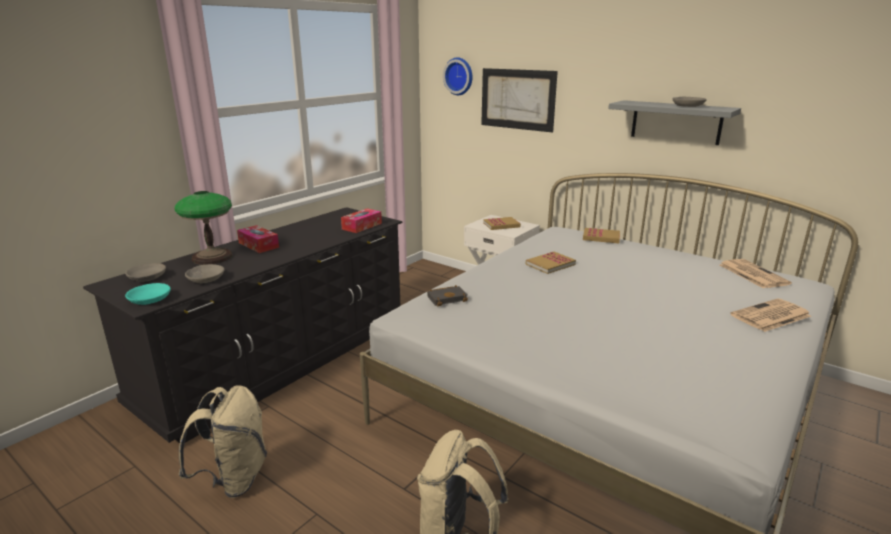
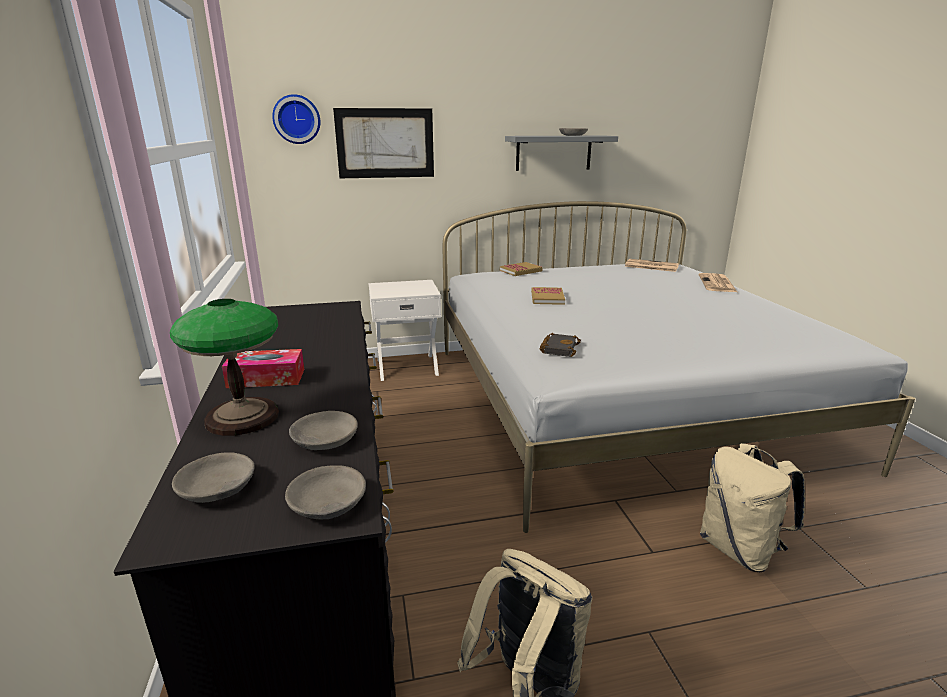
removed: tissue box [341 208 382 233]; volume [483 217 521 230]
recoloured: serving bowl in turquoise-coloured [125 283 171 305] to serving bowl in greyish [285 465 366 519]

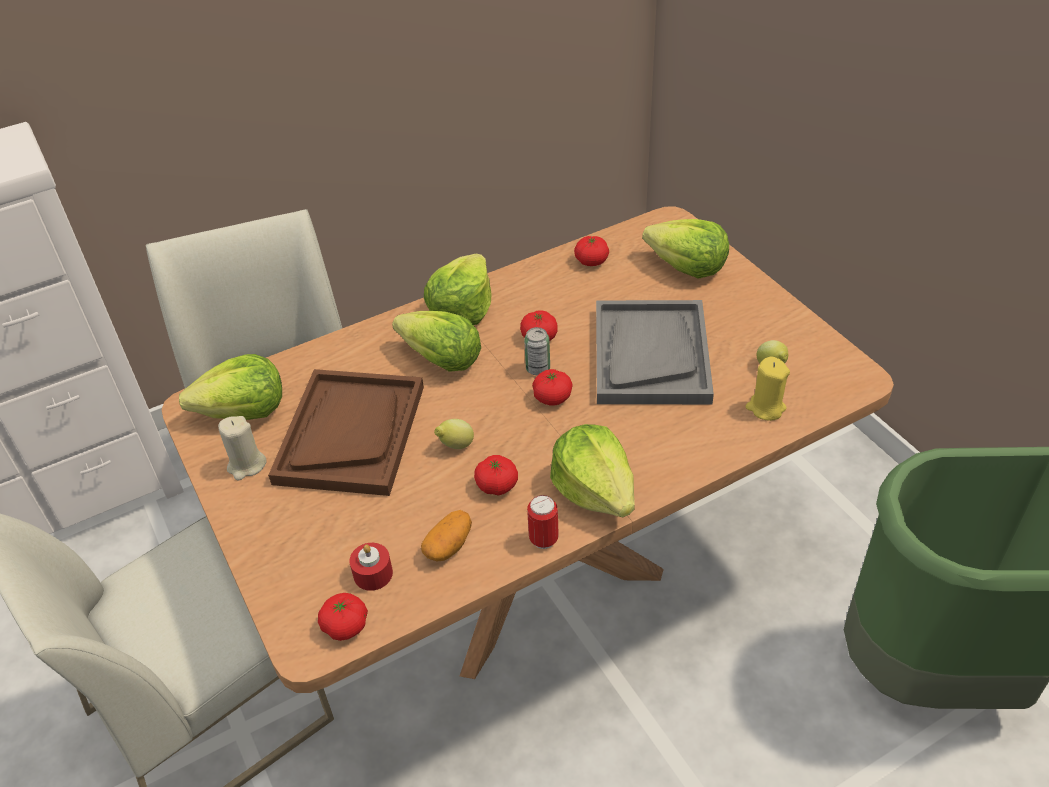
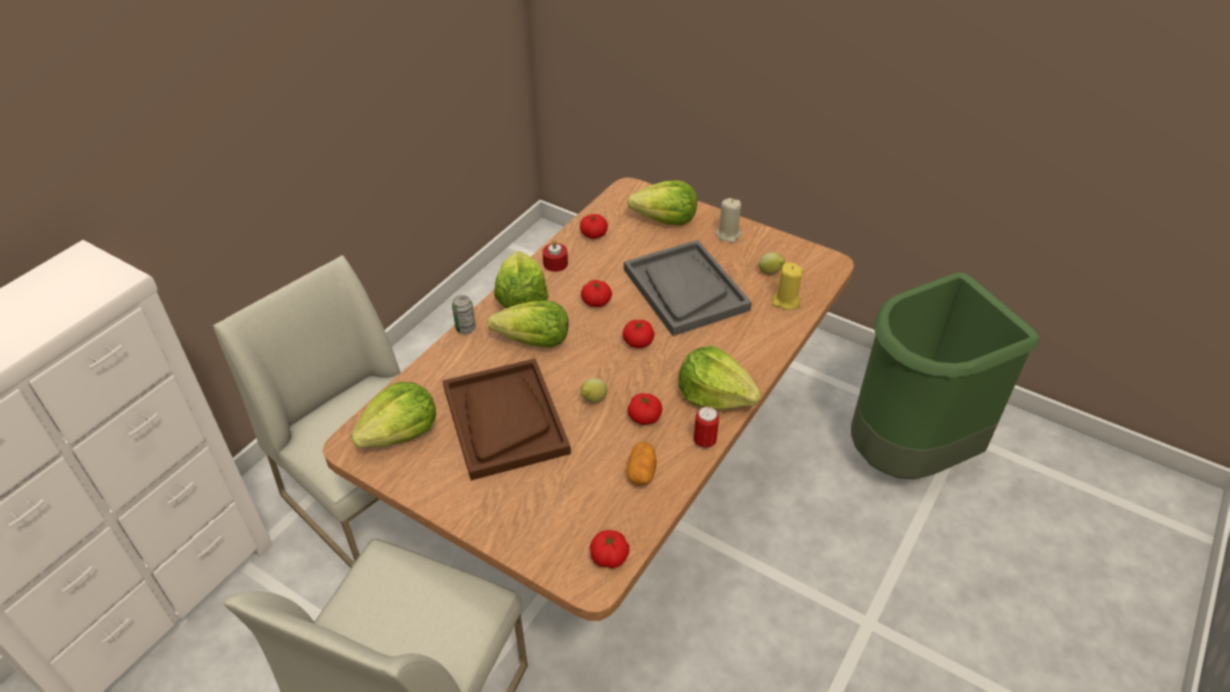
moved: can [524 327 550 375] to [452 295 476 334]; wax light in sand-coloured [218 416 266 480] to [716 198 741 243]; wax light in red [349 543 393 591] to [543 240 568 272]

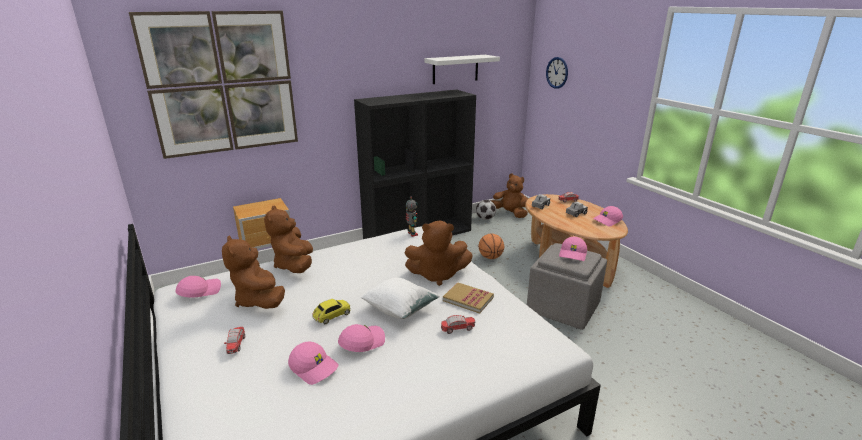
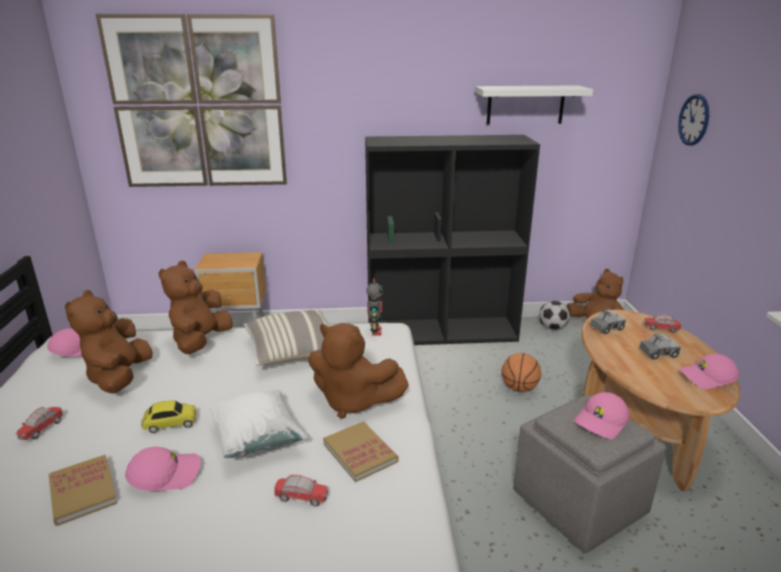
added: pillow [243 310 330 365]
replaced: cap in pinkish [288 342 339 385] to volume [49 455 117 526]

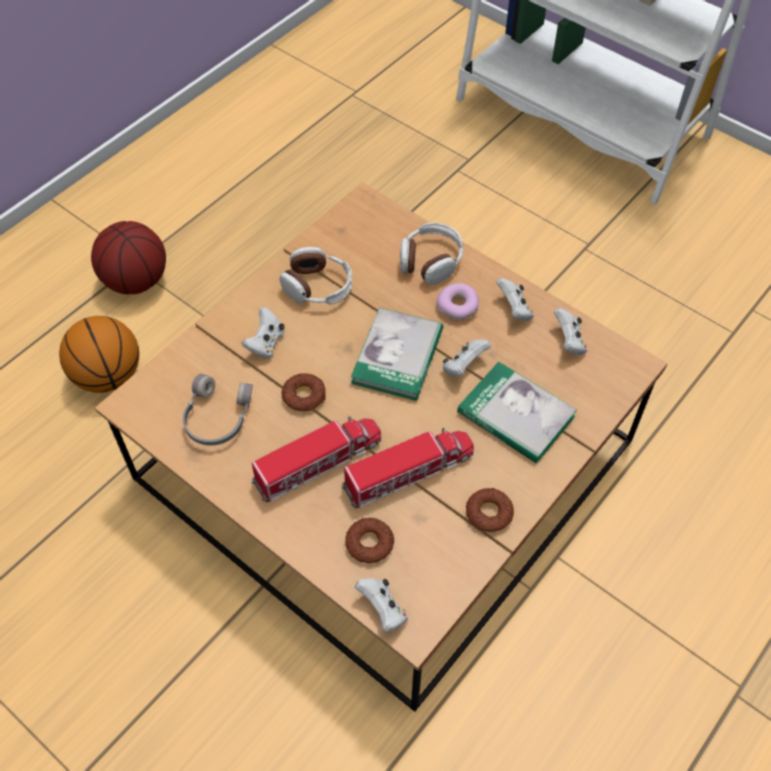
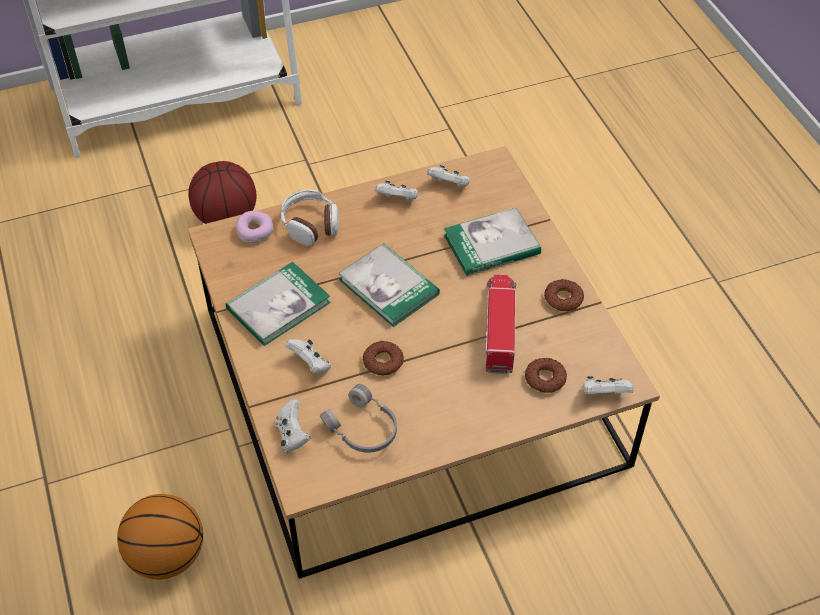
removed: toy lorry [252 416 381 503]
moved: basketball ball [91 221 166 294] to [188 161 256 224]; donut [436 283 479 321] to [235 211 273 243]; joypad in white-coloured [443 340 491 376] to [274 399 311 452]
replaced: pair of headphones [279 247 352 304] to volume [226 262 331 346]

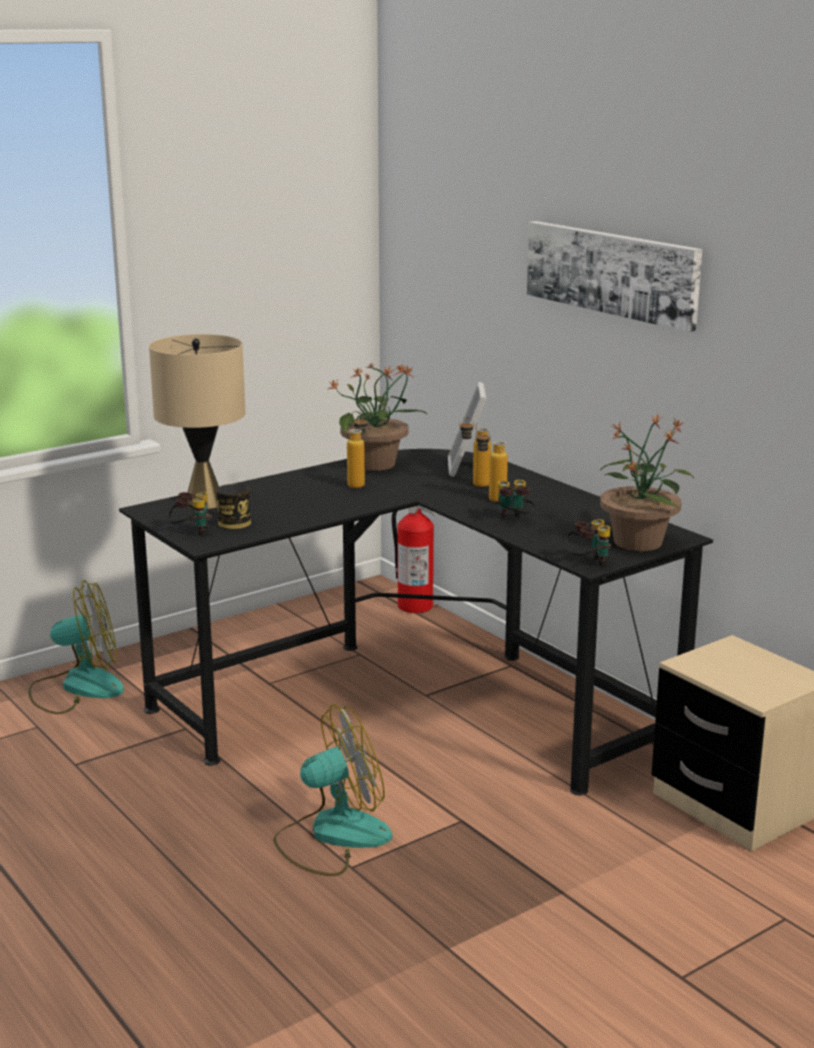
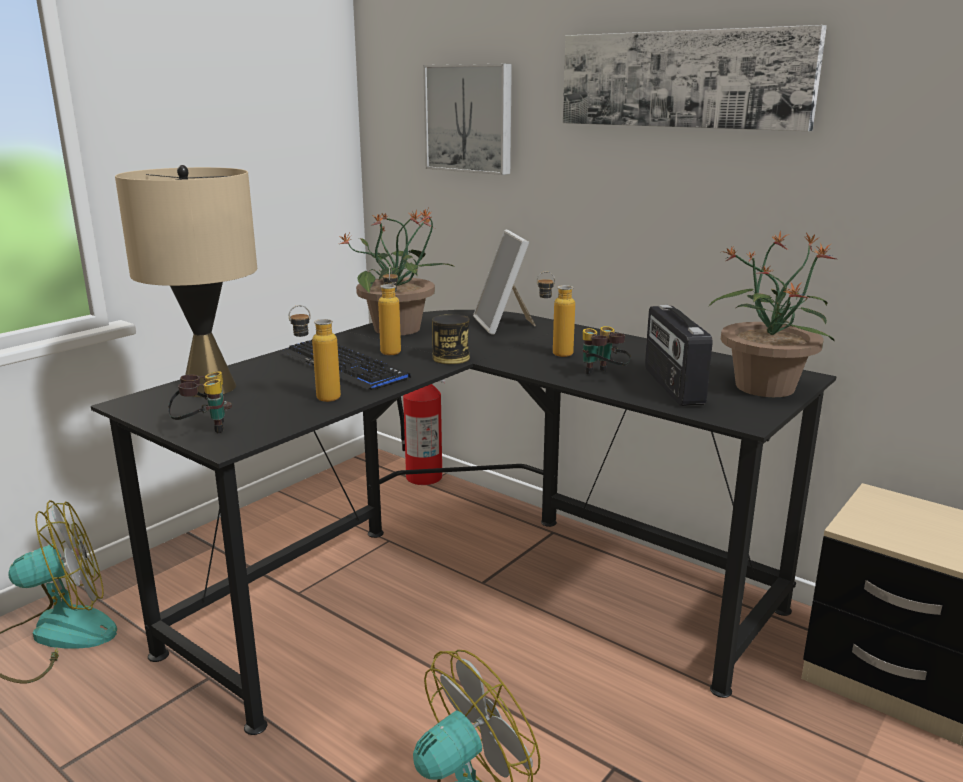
removed: binoculars [566 519 611 567]
added: wall picture [423 64 512 175]; radio receiver [645 305 712 406]; PC keyboard [281 340 411 390]
moved: beverage bottle [459 417 491 487] to [289 305 341 402]; can [216 484 251 530] to [432 314 470 365]

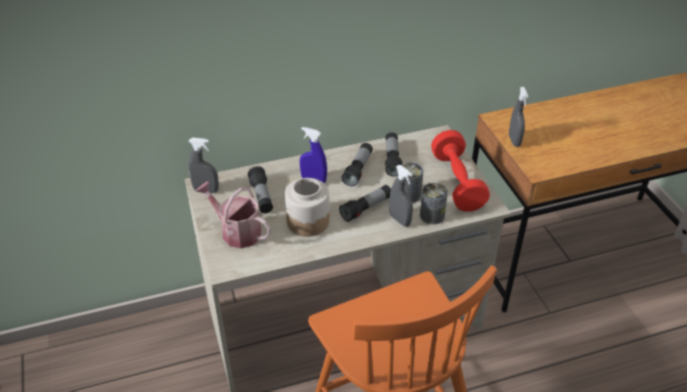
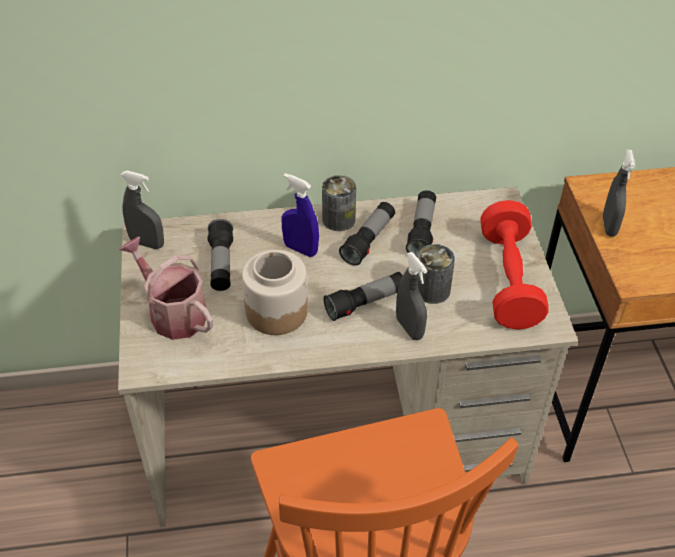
moved: can [420 182 448 224] to [322 175 356 231]

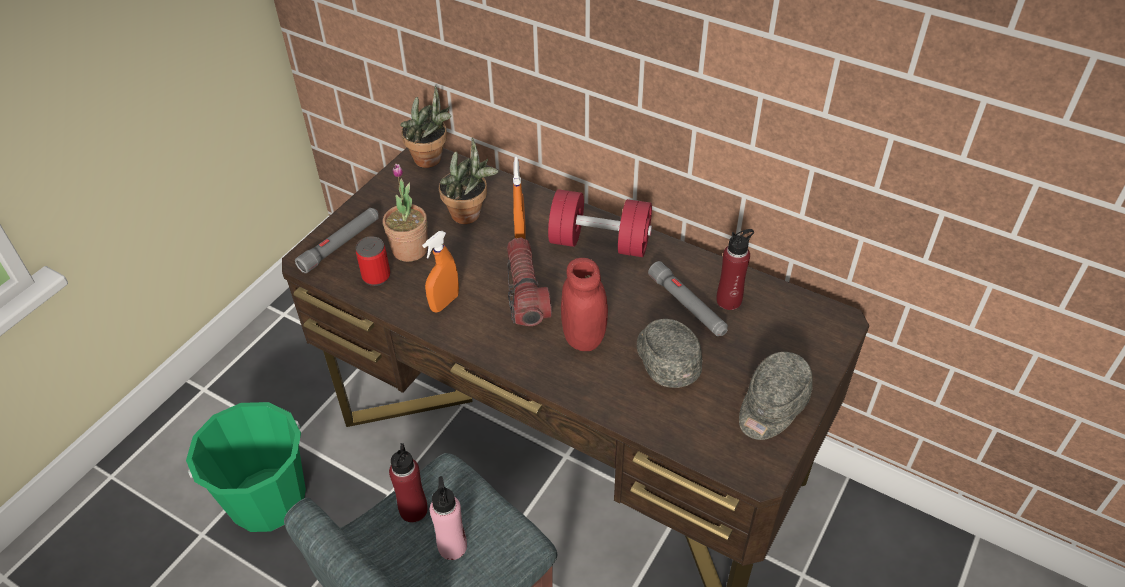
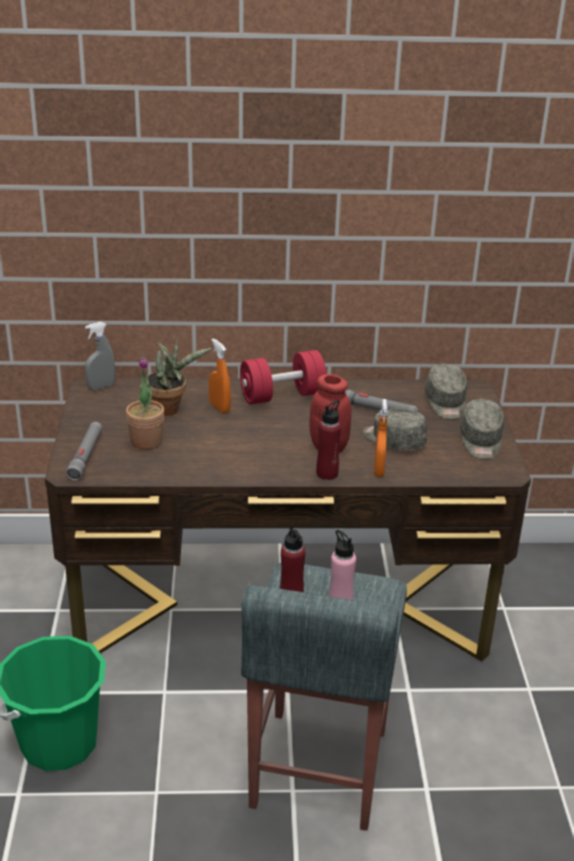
removed: can [356 236 390 286]; torch [507 238 552 326]
added: cap in greyish [425 363 467 419]
moved: beverage bottle in red [716 229 754 310] to [316 400 341 480]; spray bottle in orangey [422 231 459 313] to [374 399 387 477]
replaced: potted plant [401 86 451 168] to spray bottle in greyish [85 322 115 390]

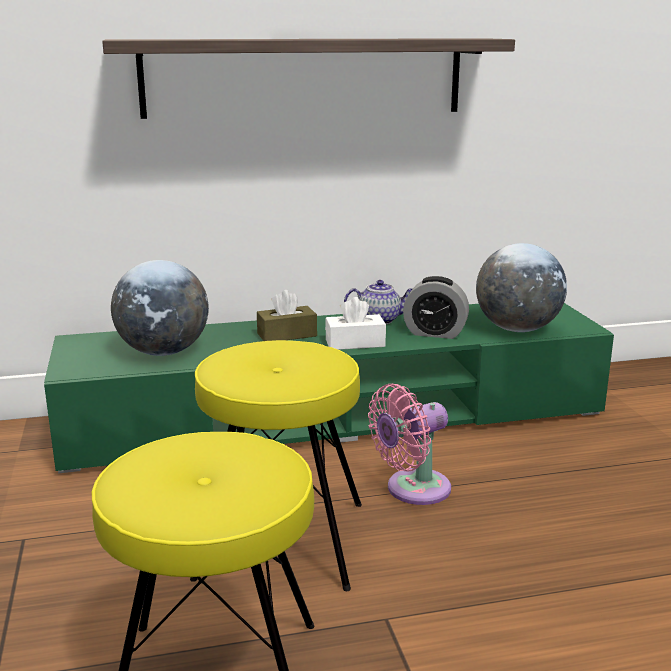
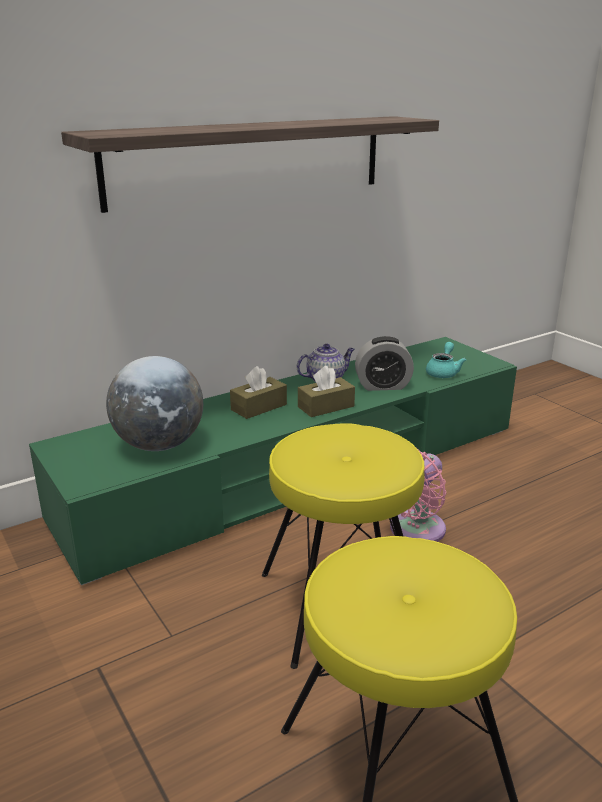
replaced: world globe [476 243 567 332] to tea pot in turquoise-coloured [426 342 466 378]
recoloured: tissue box in white-coloured [325 297 386 350] to tissue box in brownish [298 366 355 417]

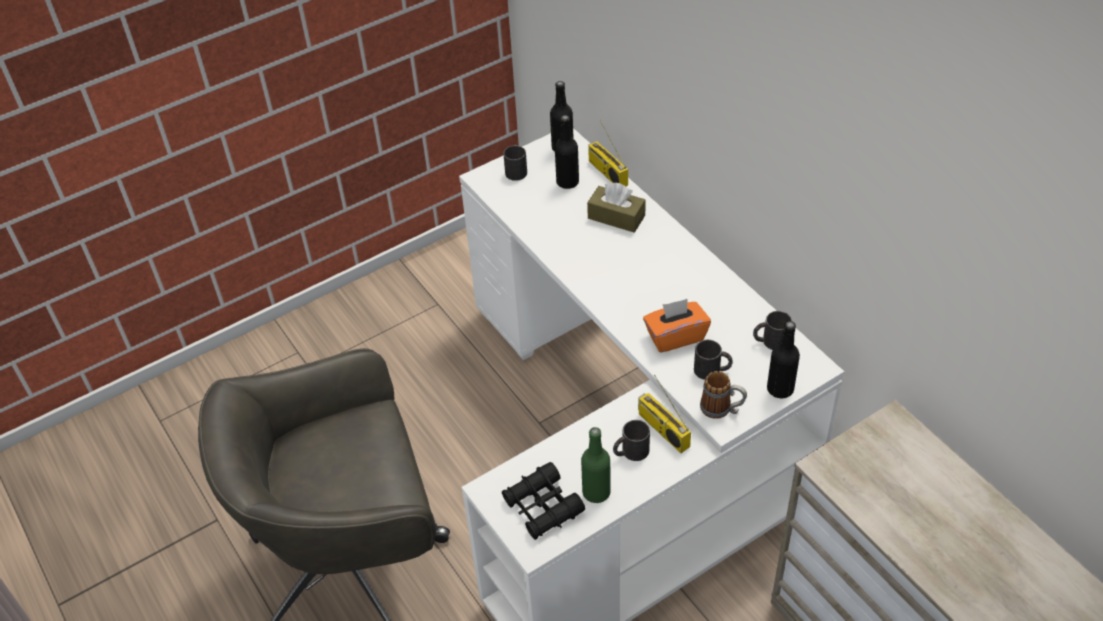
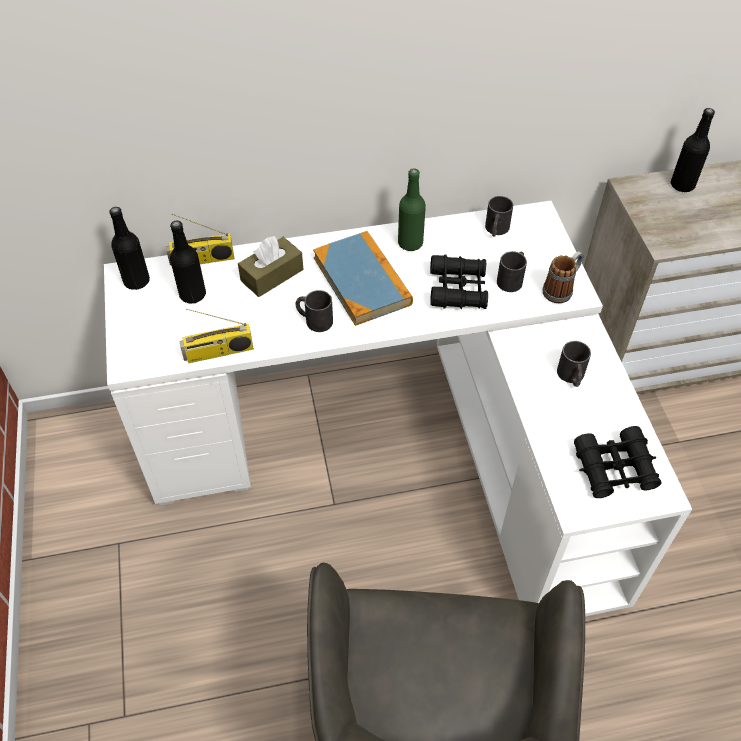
added: volume [313 231 413 326]
moved: tea mug in black-coloured [503 144 527 181] to [295 290 333 332]; beverage bottle in black-coloured [767 321 800 399] to [671 108 715 192]; radio receiver [638 375 691 453] to [180 308 254 363]; beverage bottle in green [581 427 611 503] to [398 168 426 251]
replaced: tissue box in orangey [643 299 711 352] to binoculars in black-coloured [430 254 488 309]

